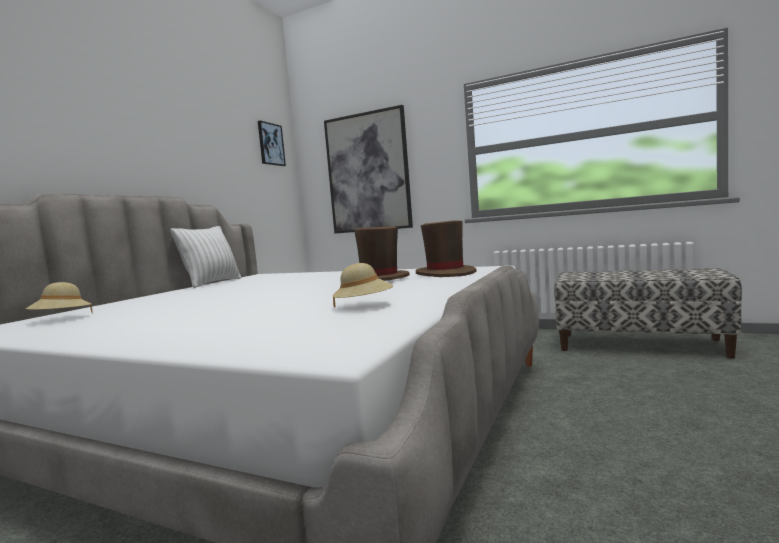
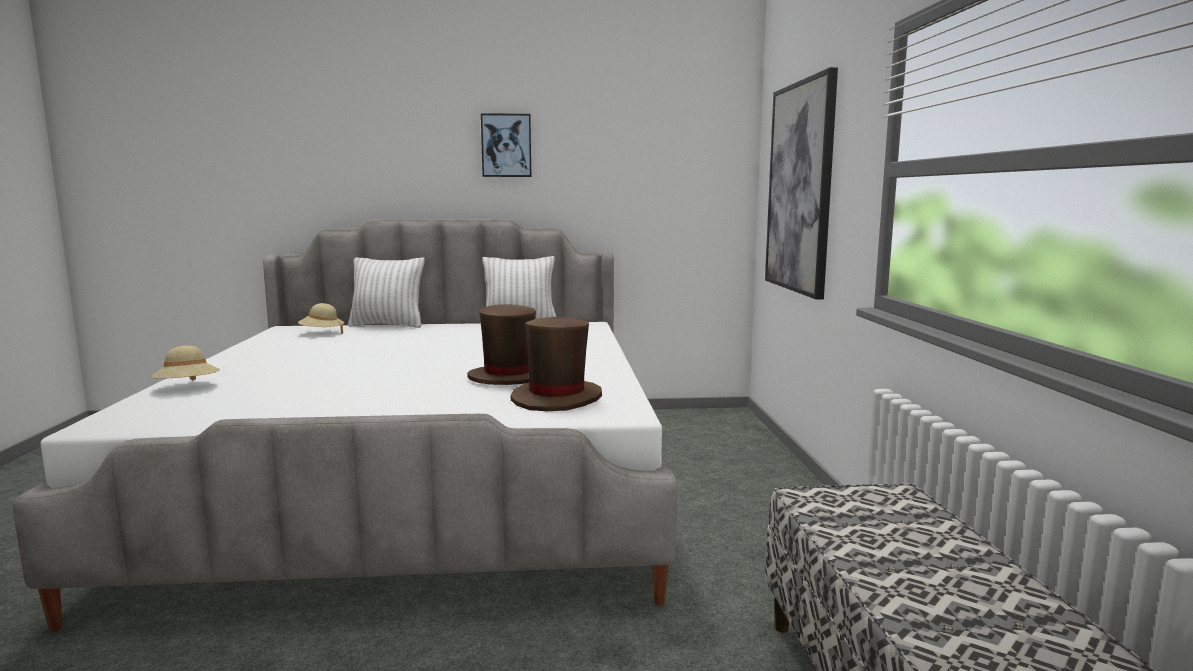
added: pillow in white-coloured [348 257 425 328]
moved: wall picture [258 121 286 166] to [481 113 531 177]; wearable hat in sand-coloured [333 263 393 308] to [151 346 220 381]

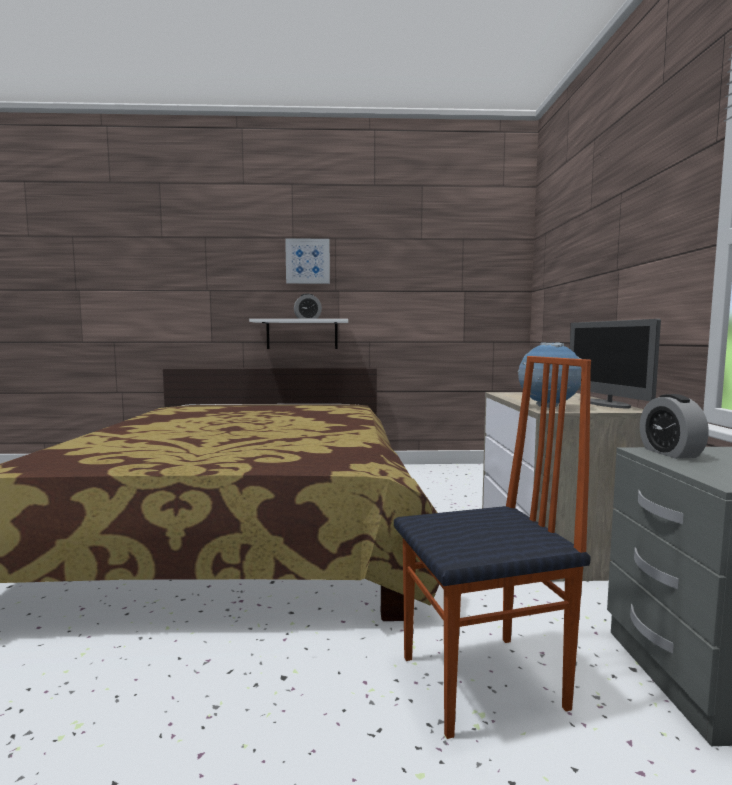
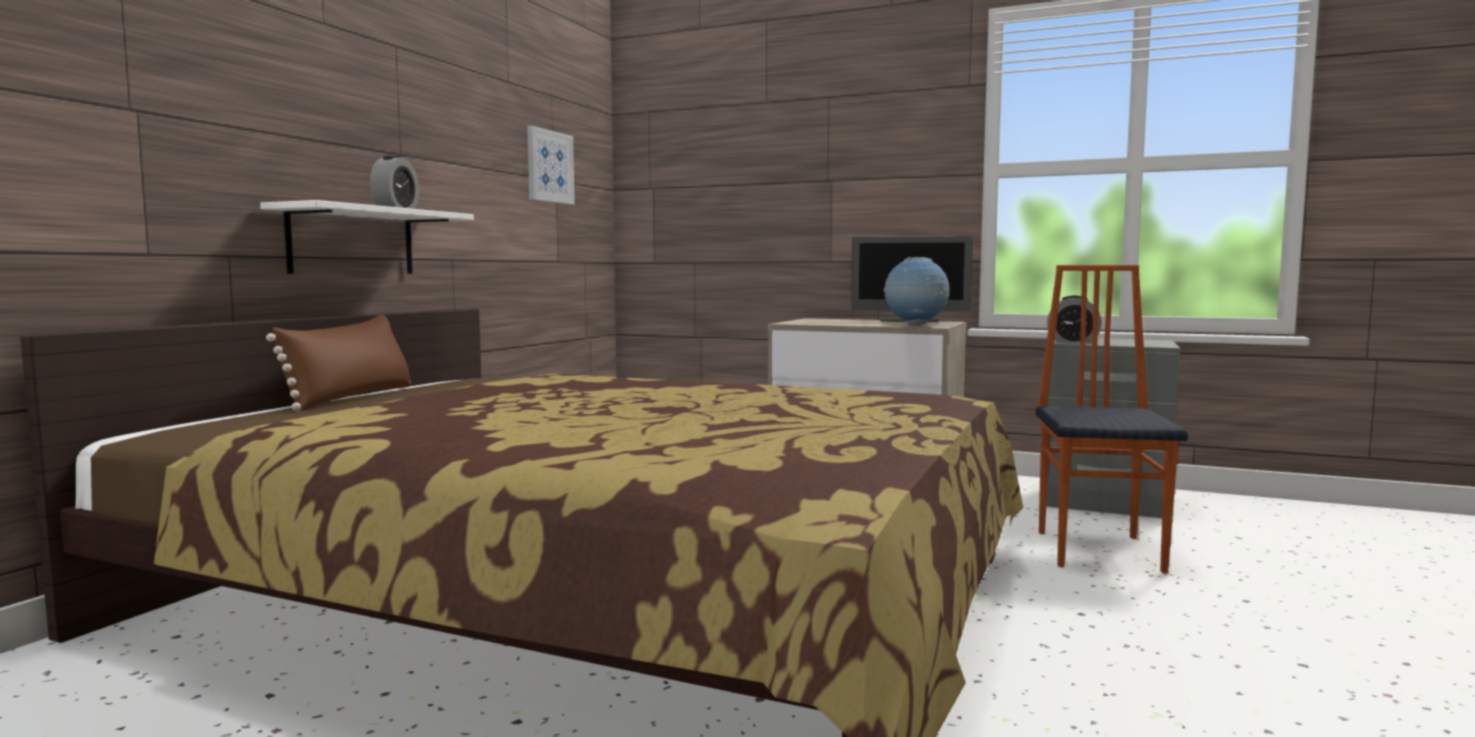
added: pillow in brownish [266 315 410 411]
moved: wall picture [285 238 330 284] to [527 126 575 205]

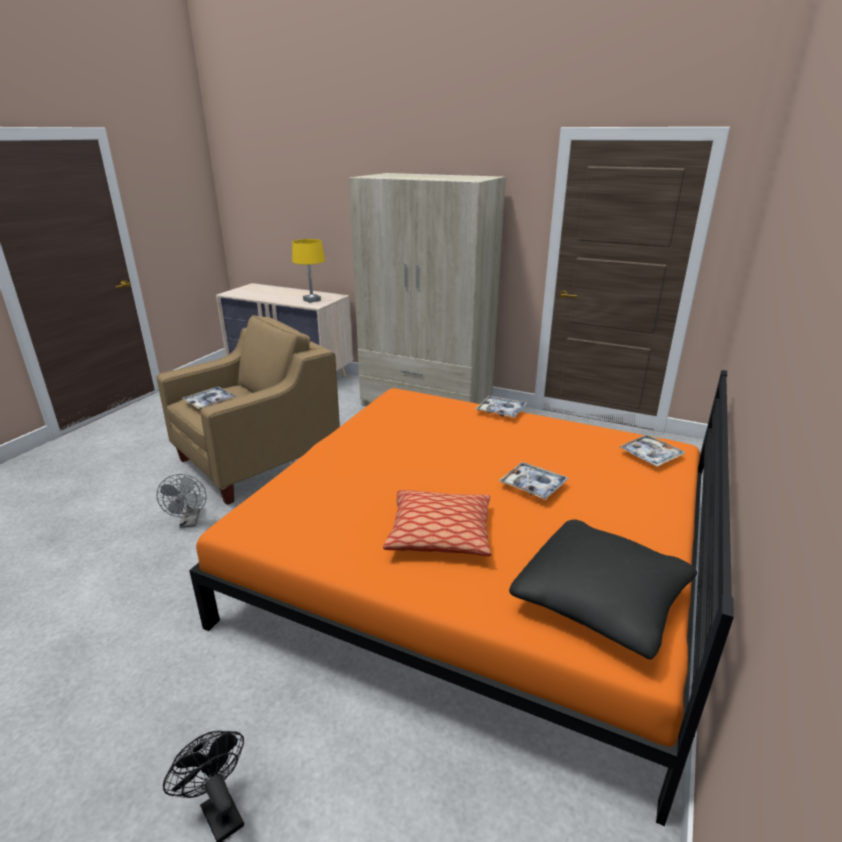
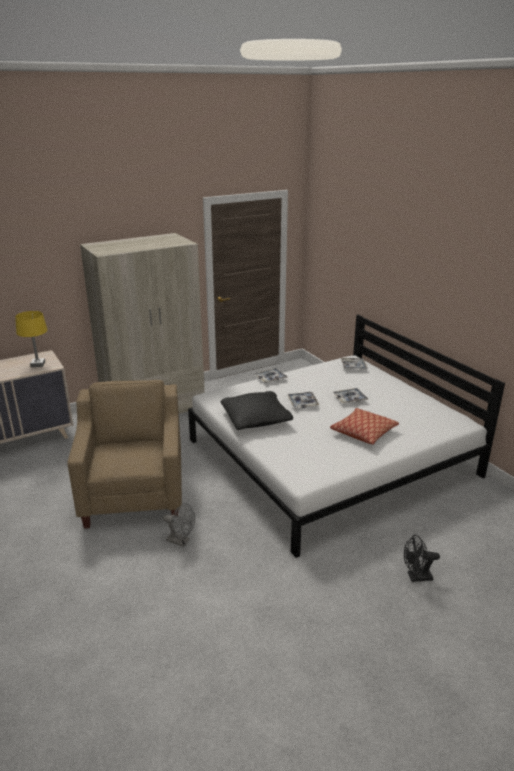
moved: tray [182 387 236 409] to [287 392 319 408]; pillow in black-coloured [509 520 697 659] to [221 391 293 430]
recoloured: sleeping bed in orangey [189 370 734 826] to sleeping bed in white-coloured [188 314 505 558]

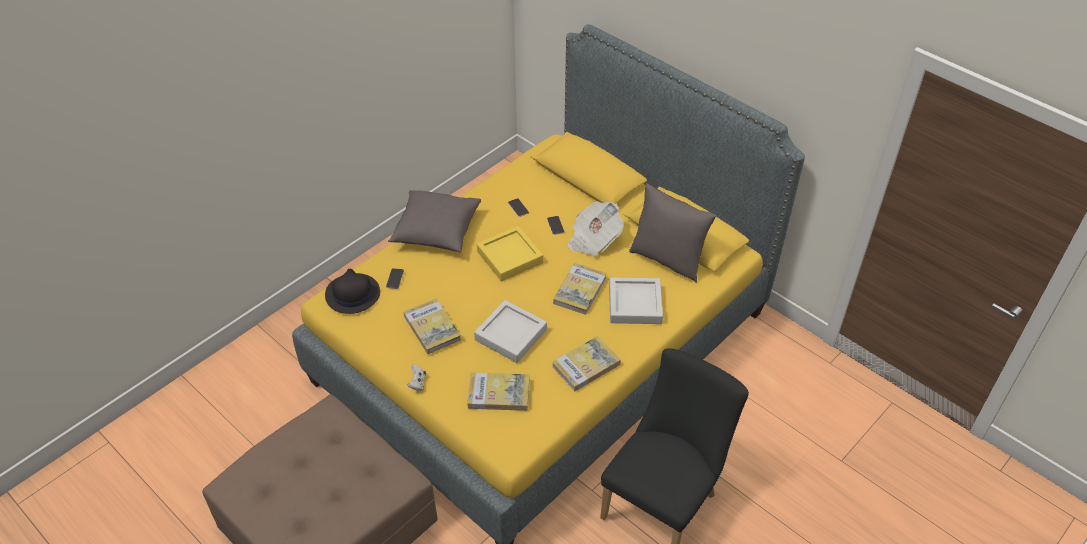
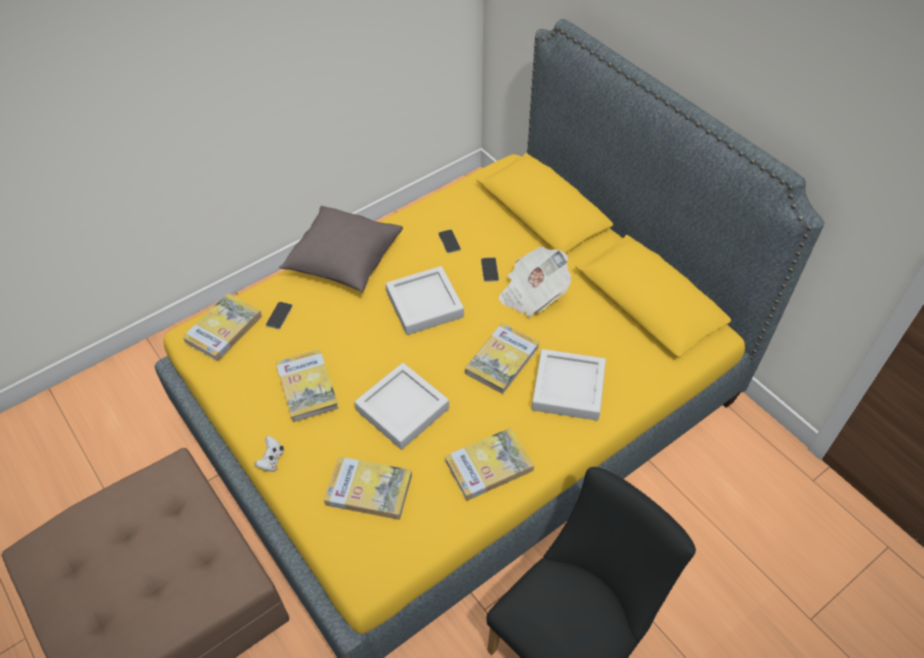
removed: pillow in greyish [629 183 717 283]
replaced: wearable hat in black-coloured [325 269 380 314] to volume [182 293 262 361]
recoloured: tray in yellow-coloured [477 226 543 281] to tray in greyish [386 266 464 335]

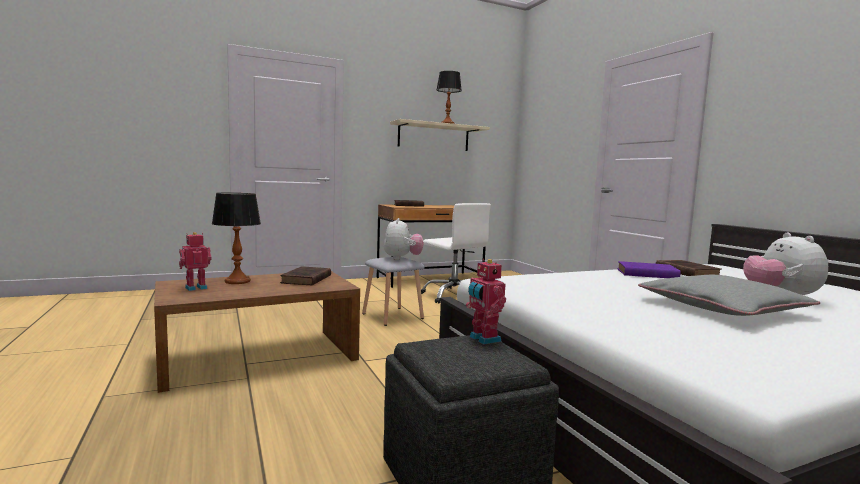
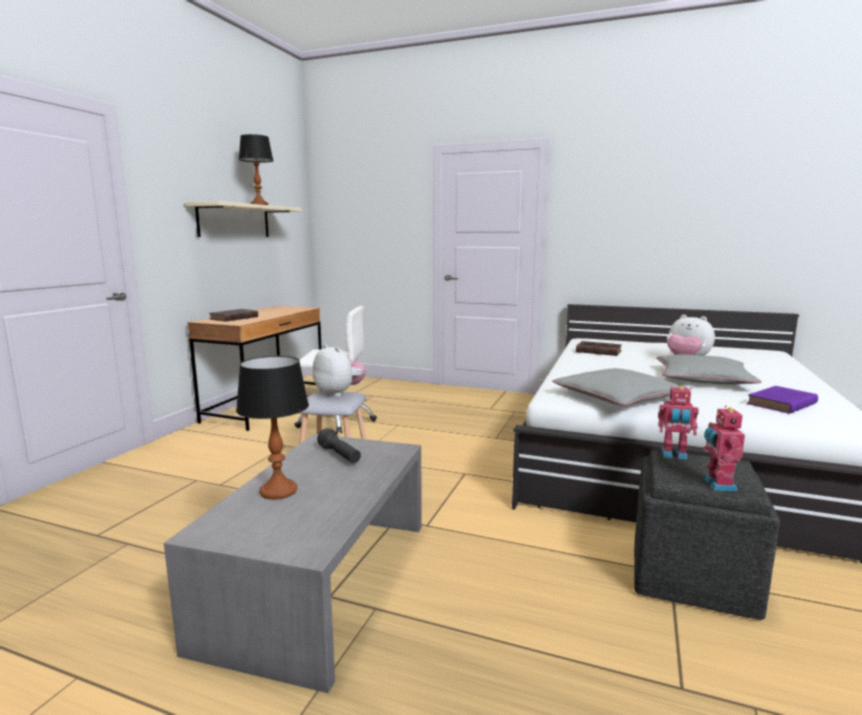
added: pillow in greyish [552 368 687 406]
moved: toy robot [179 232 212 291] to [703 405 745 491]; volume in purple [617 261 681 278] to [747 386 818 414]
replaced: volume in brownish [280 266 331 286] to torch in black-coloured [317 428 361 463]
recoloured: coffee table in brownish [154 271 360 393] to coffee table in greyish [164 434 422 693]

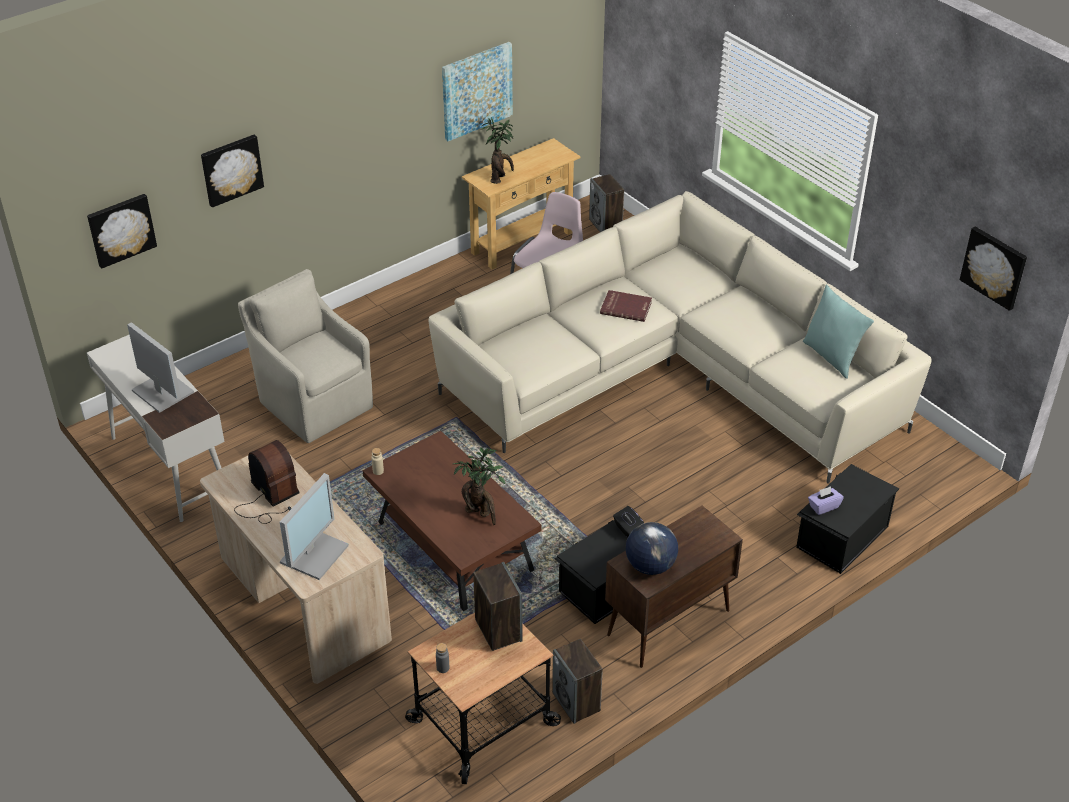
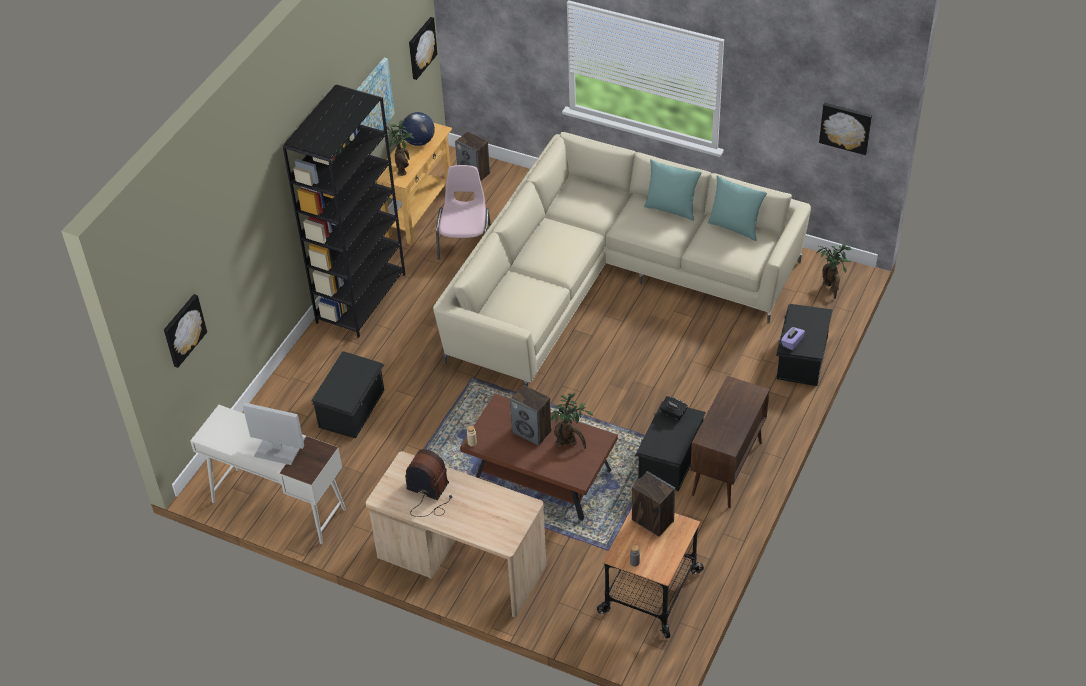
removed: volume in red [600 290 652 322]; computer display [280 473 349 580]
added: bookcase in black-coloured [283 85 406 338]; pillow in turquoise-coloured [644 159 702 221]; potted plant [816 244 852 299]
moved: wall picture [201 135 264 207] to [409 17 438 80]; world globe [626 522 678 575] to [401 112 435 146]; speaker [552 639 603 724] to [510 385 552 446]
replaced: easy chair in sand-coloured [238 269 373 443] to storage bin in black-coloured [311 351 384 438]

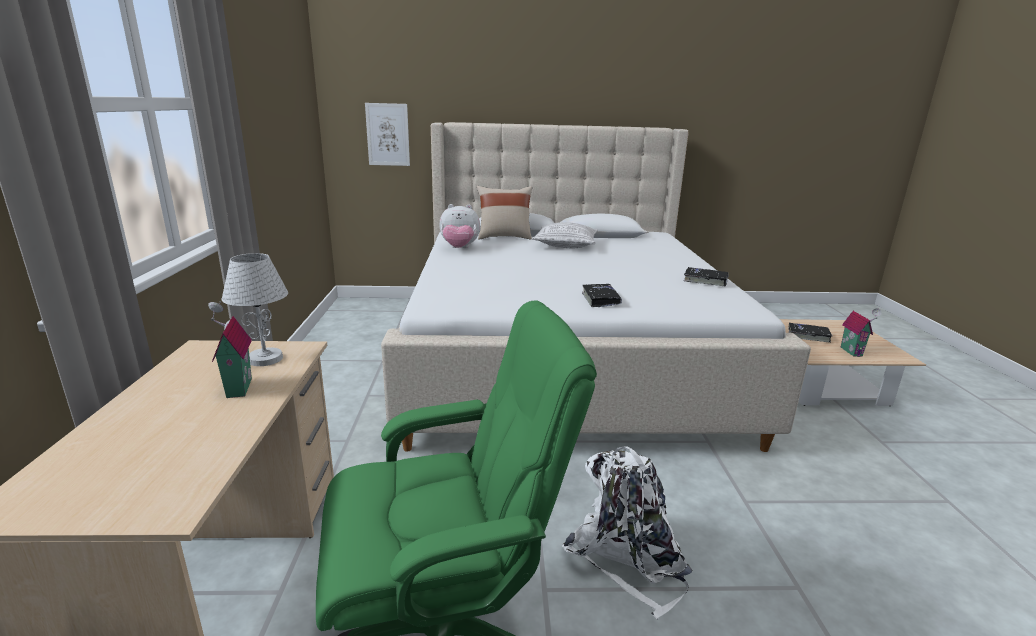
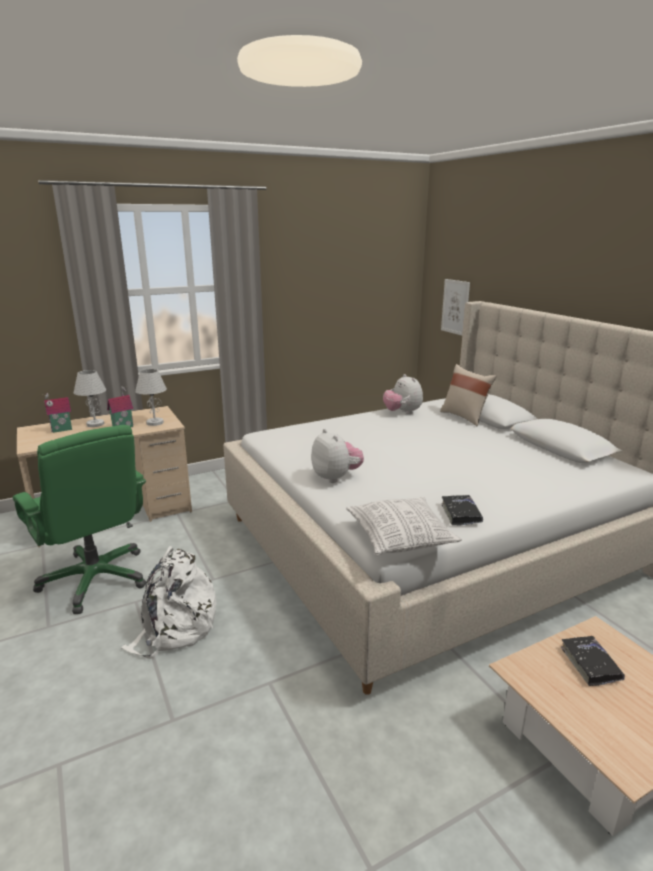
added: table lamp in white-coloured [74 370 106 427]
moved: pillow [532 222 598 248] to [346 497 462 556]; toy house [841 308 882 357] to [42 393 72 433]
replaced: volume in black-coloured [582 284 622 307] to soft toy [311 429 364 483]

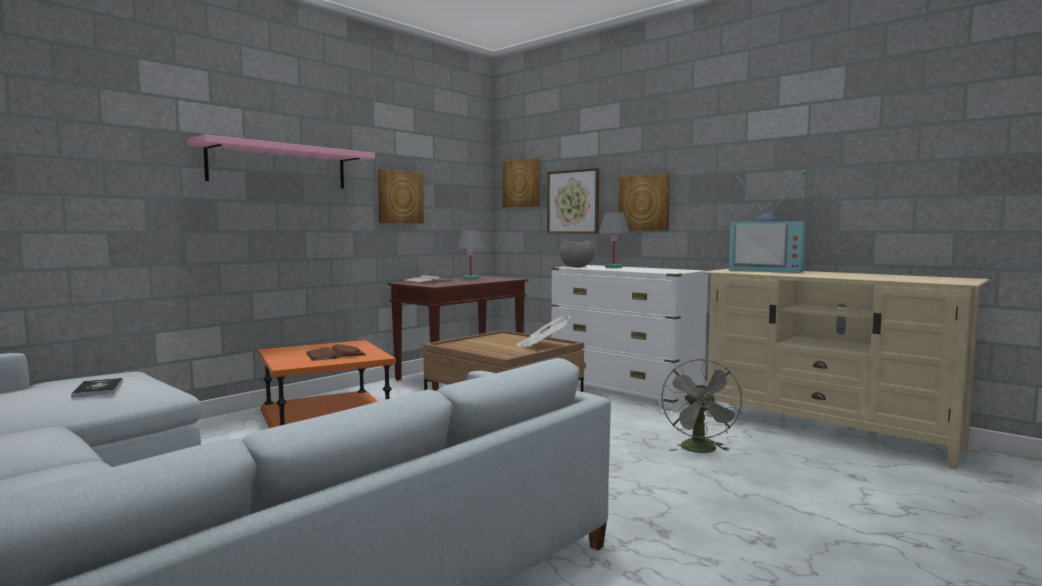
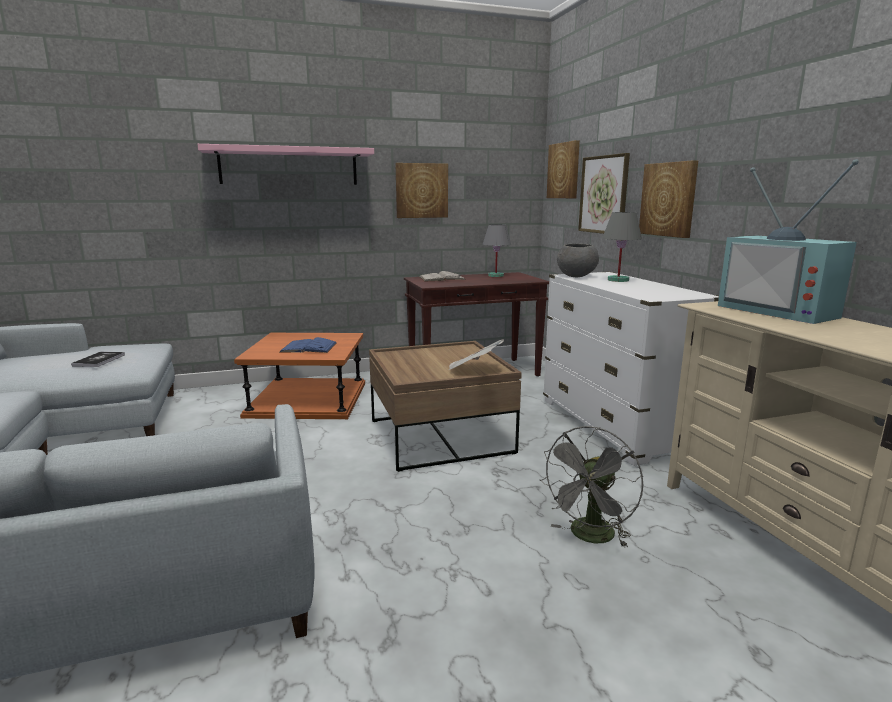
recoloured: volume in brownish [306 344 367 361] to volume in blue [280 337 337 353]

